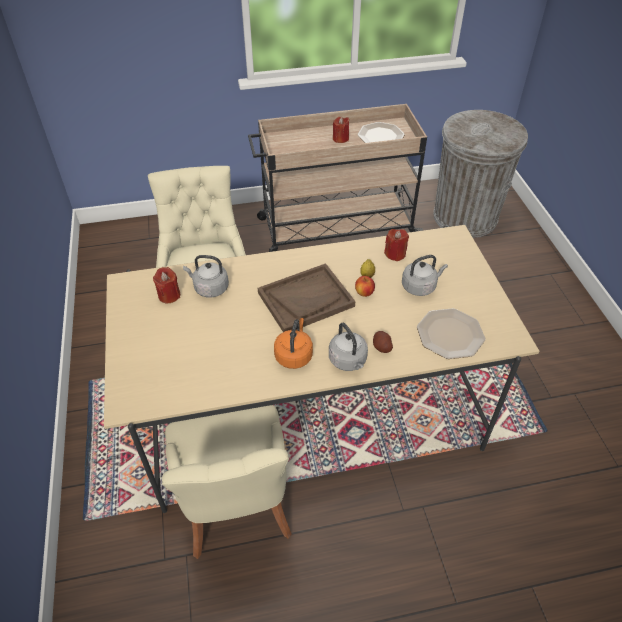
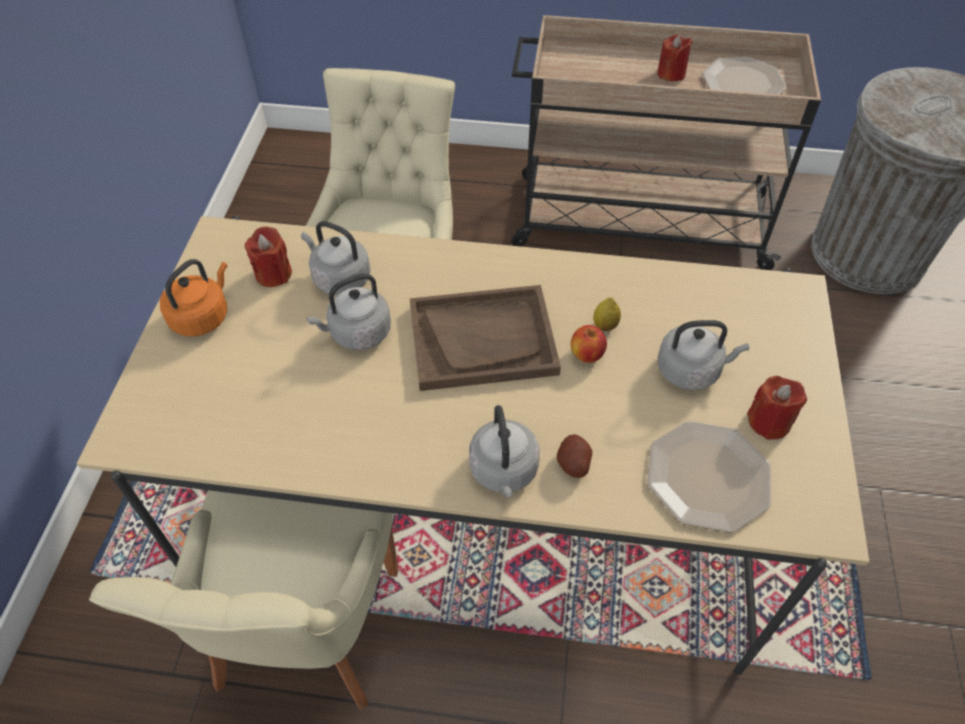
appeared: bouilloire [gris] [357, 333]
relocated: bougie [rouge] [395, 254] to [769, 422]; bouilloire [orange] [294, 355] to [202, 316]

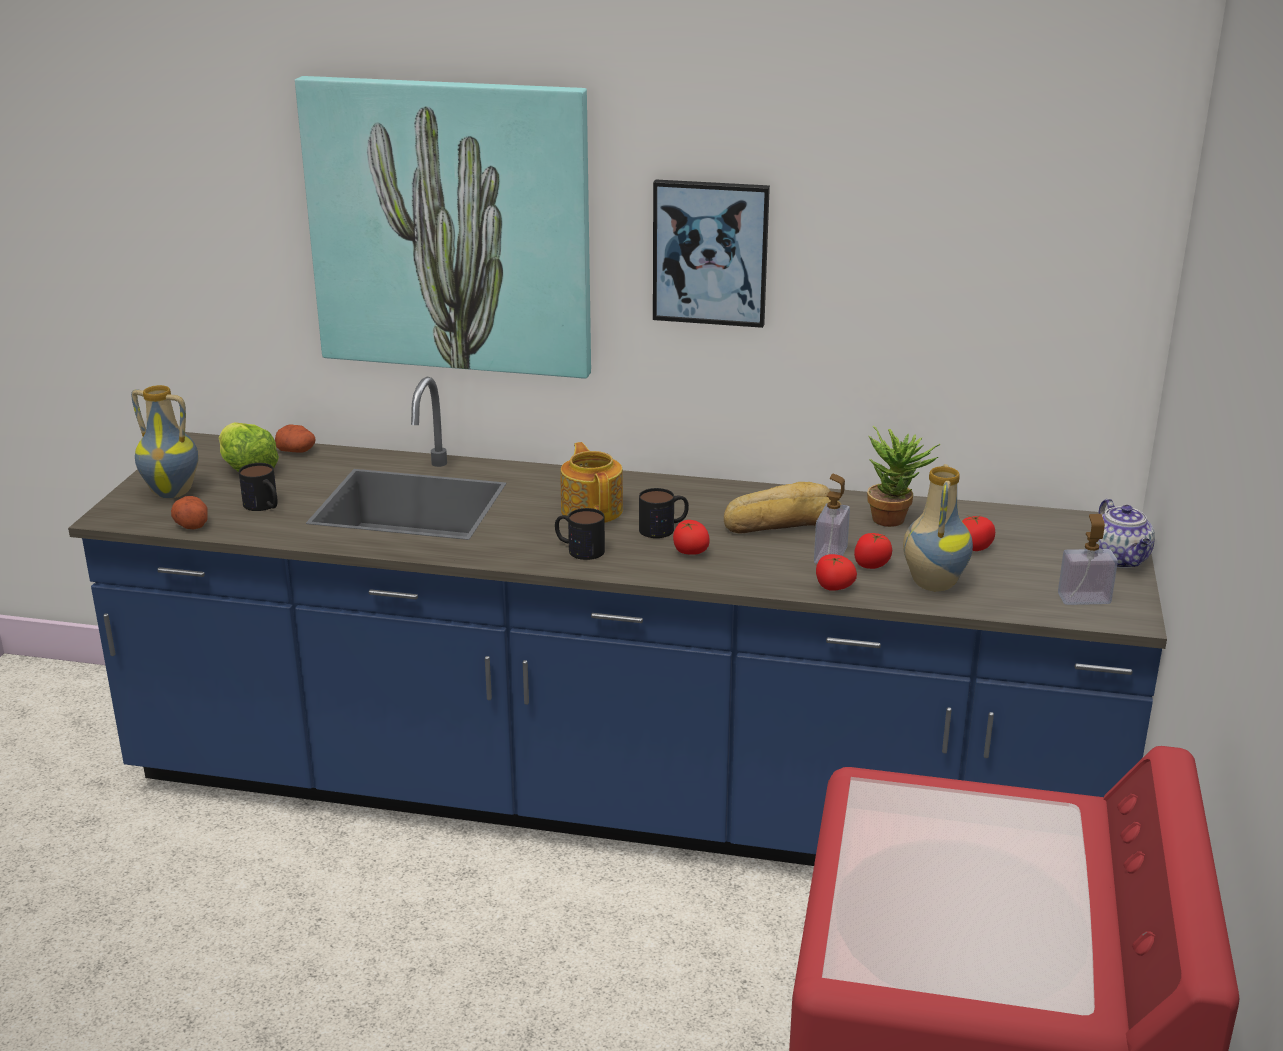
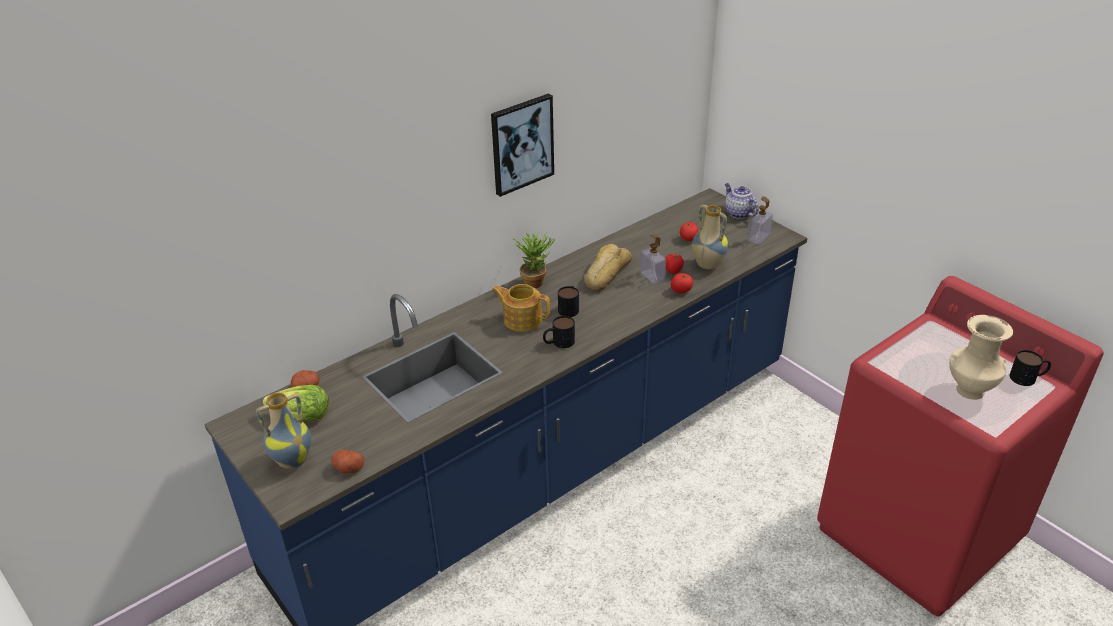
missing: tableau [450, 227]; tomate [690, 552]
appeared: vase [beige] [968, 391]
relocated: plante en pot [895, 519] to [535, 281]; mug [264, 506] to [1028, 377]
spun: théière [1120, 560] = [738, 213] 150 degrees counterclockwise

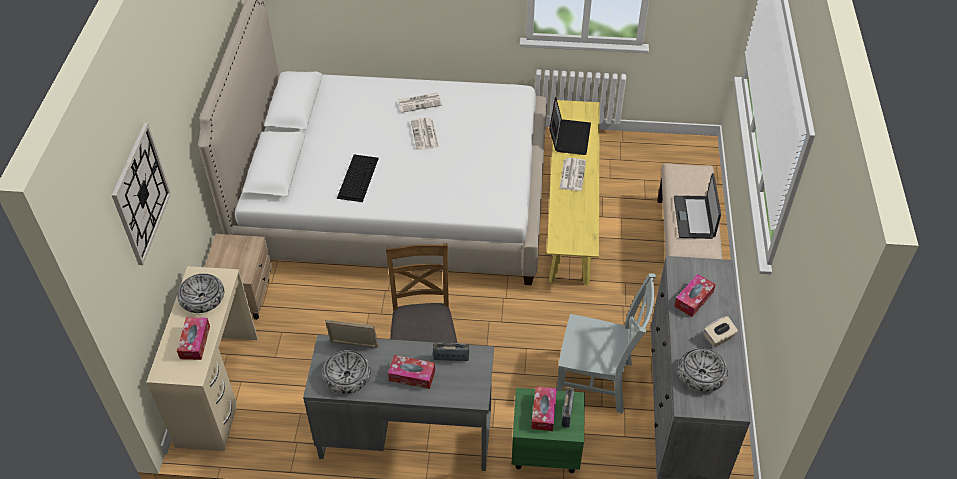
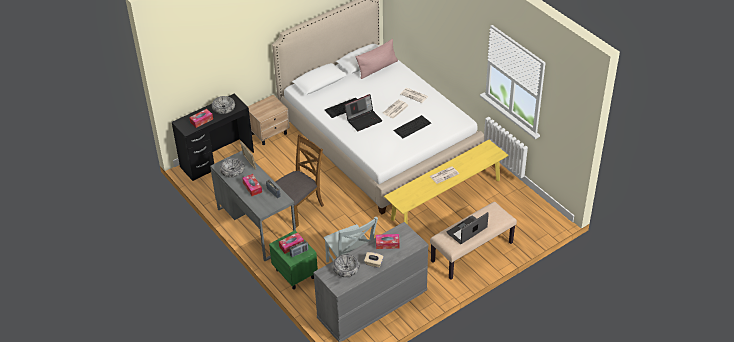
missing: horloge murale [141, 194]
appeared: coussin [rose] [377, 68]; clavier [412, 126]
relocated: ordinateur portable [568, 137] to [364, 119]
colour: bureau [beige] [217, 390] to bureau [noir] [217, 159]

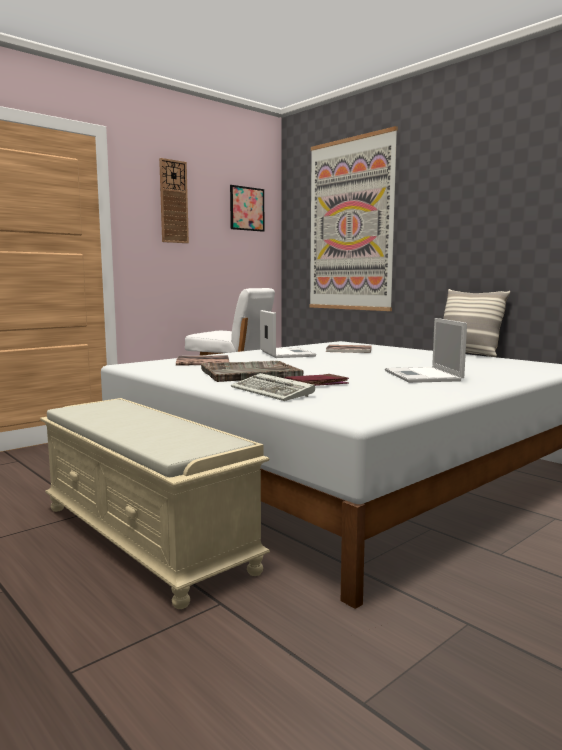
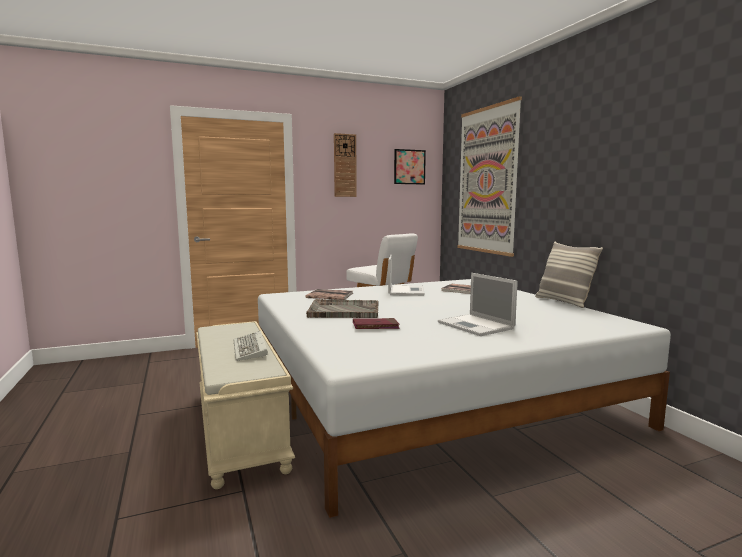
relocated: clavier [273, 392] to [251, 349]
spun: ordinateur portable [423, 376] = [476, 326] 45 degrees counterclockwise

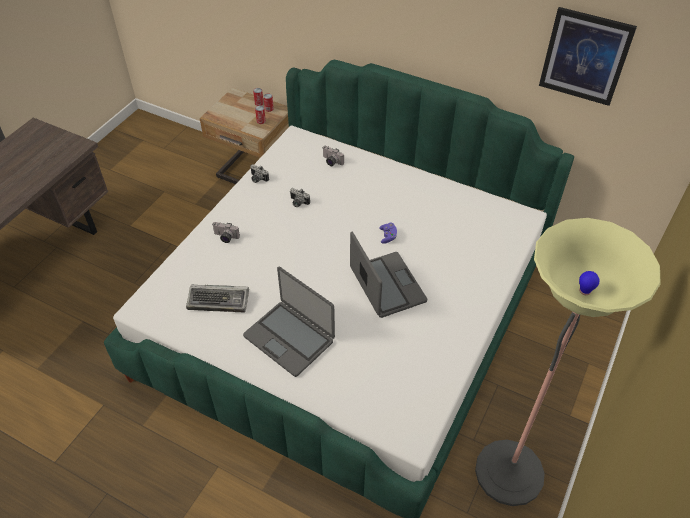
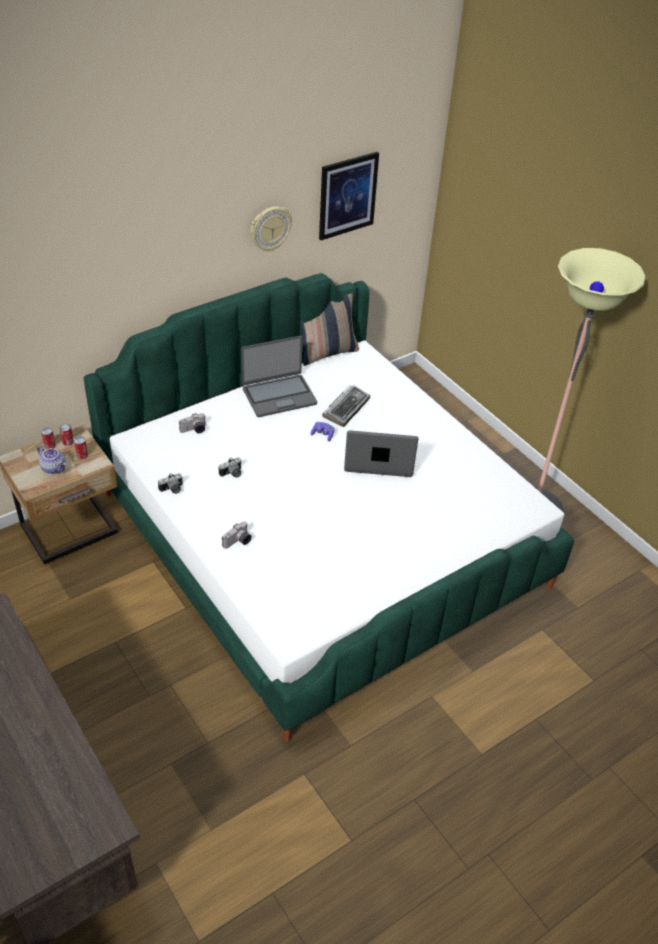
appeared: horloge murale [270, 228]; coussin [327, 353]; théière [54, 468]
relocated: ordinateur portable [289, 338] to [279, 396]; clavier [219, 301] to [346, 408]

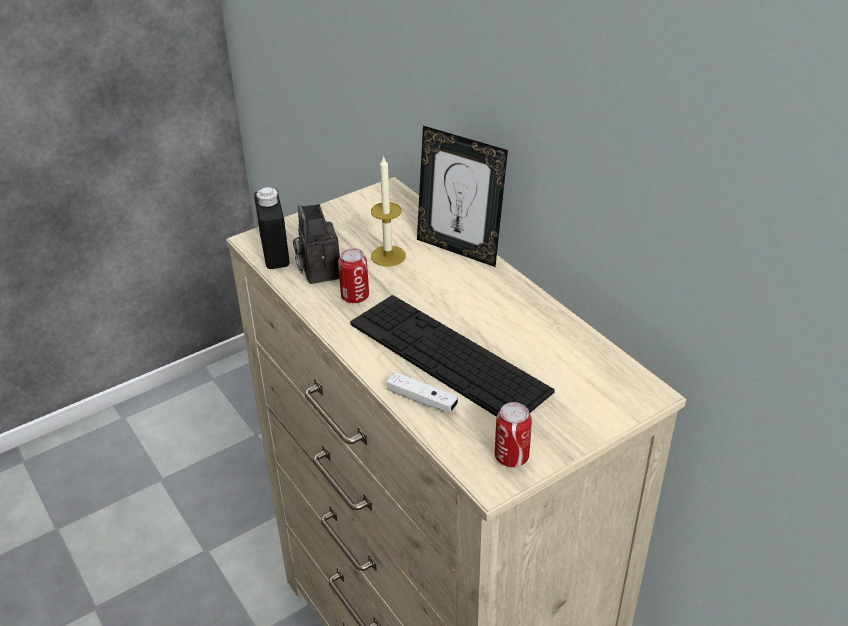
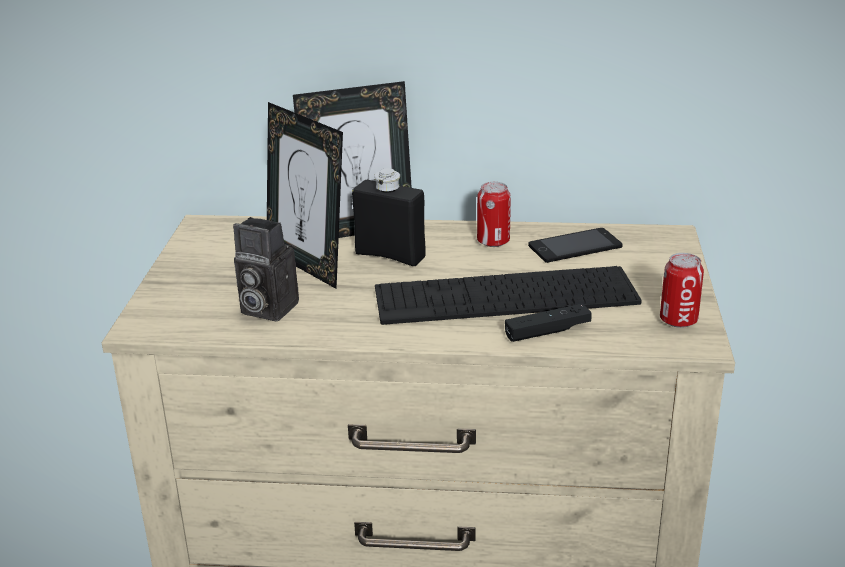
appeared: téléphone [575, 246]
relocated: bouteille [noir] [275, 252] to [390, 255]; boîte métallique [355, 296] to [493, 241]
exchanged: bougie [388, 256] to cadre photo [307, 265]
colour: manette [blanc] [422, 399] to manette [noir] [547, 331]

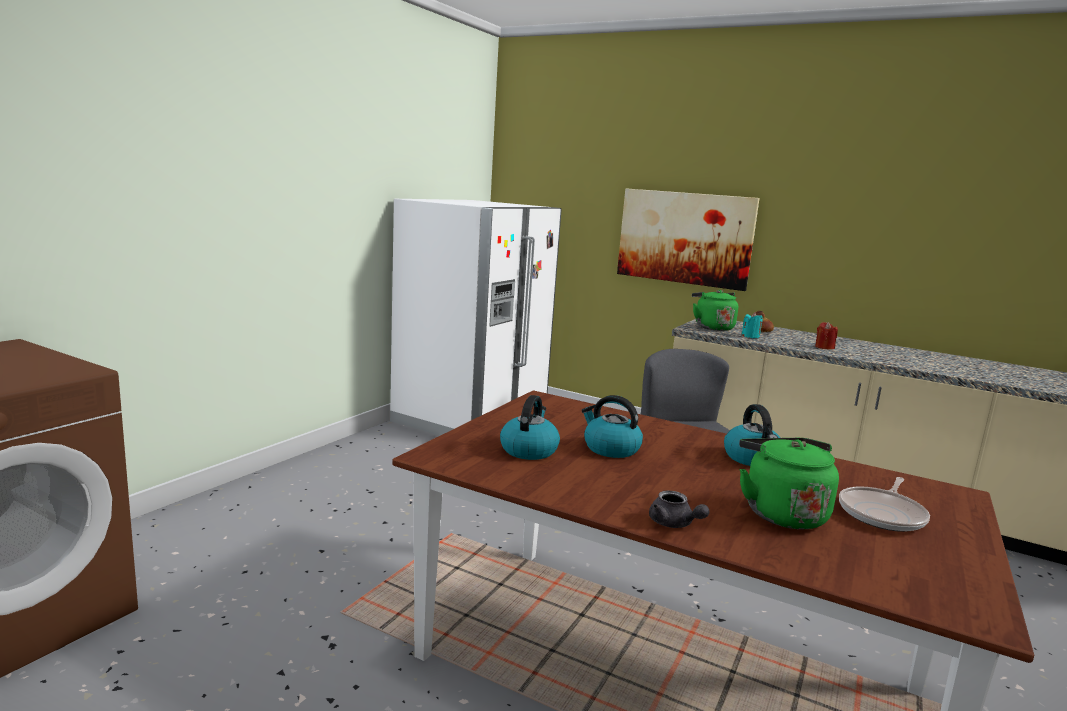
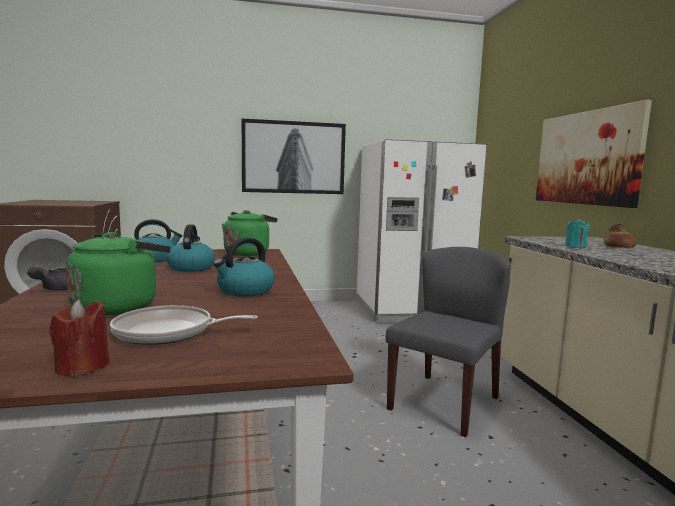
appeared: tableau [294, 157]
relocated: bouilloire [vert] [712, 327] to [248, 253]; bougie [rouge] [824, 347] to [82, 367]

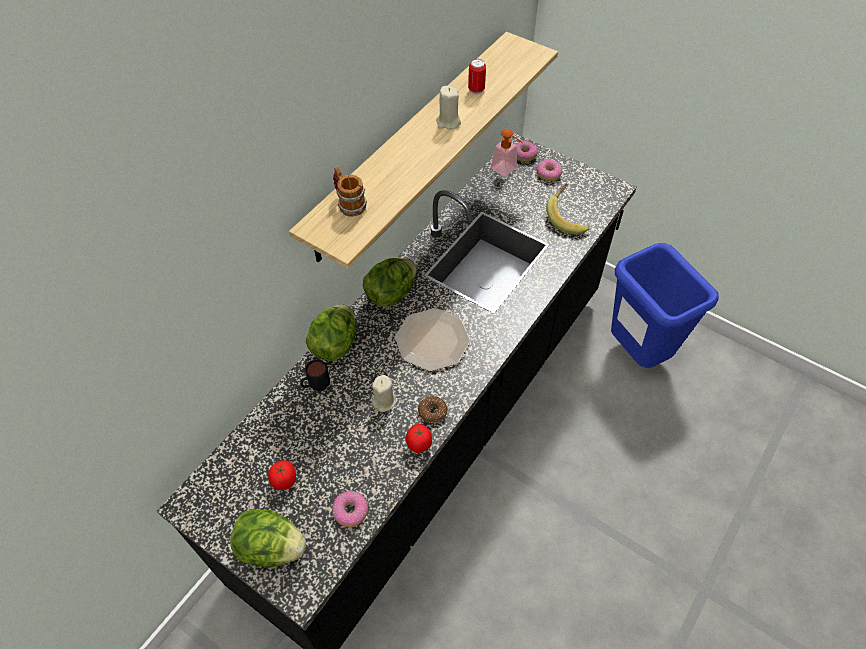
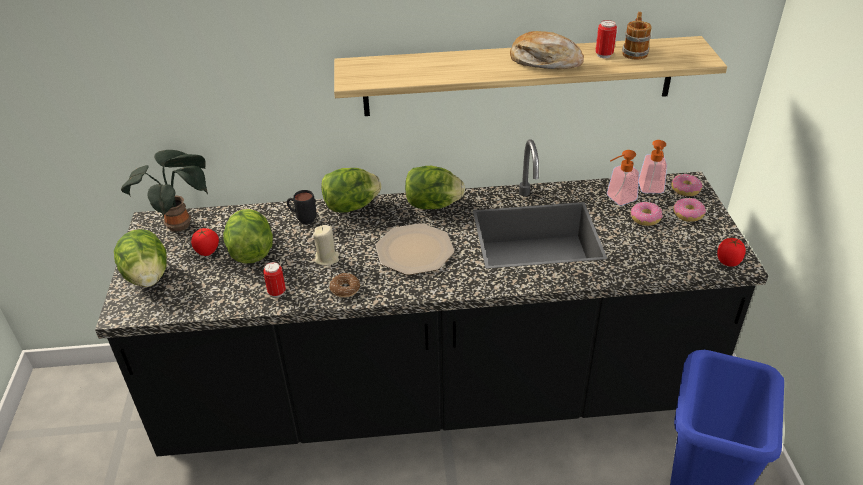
missing: banane [567, 218]
appeared: plante en pot [181, 224]; distributeur de savon [617, 199]; laitue [251, 252]; boîte métallique [277, 292]
relocated: mug [349, 203] to [634, 51]; tomate [419, 444] to [728, 262]; beignet [350, 511] to [645, 218]
exchanged: bougie [beige] [448, 122] to pain [544, 61]

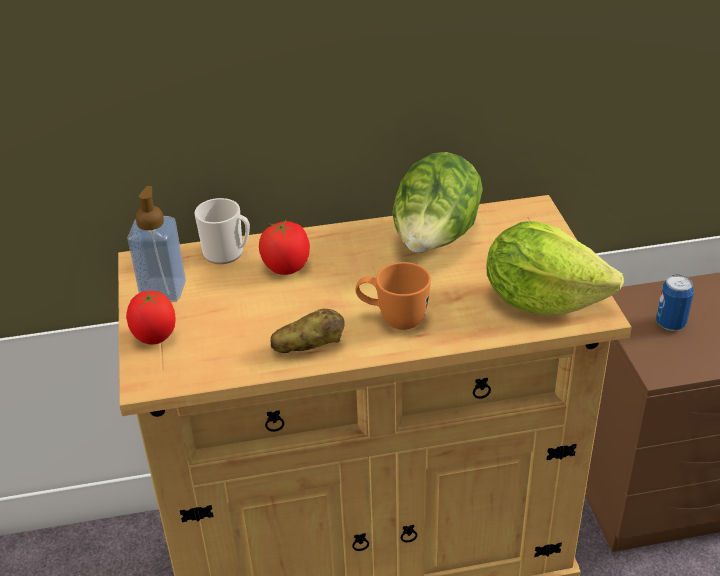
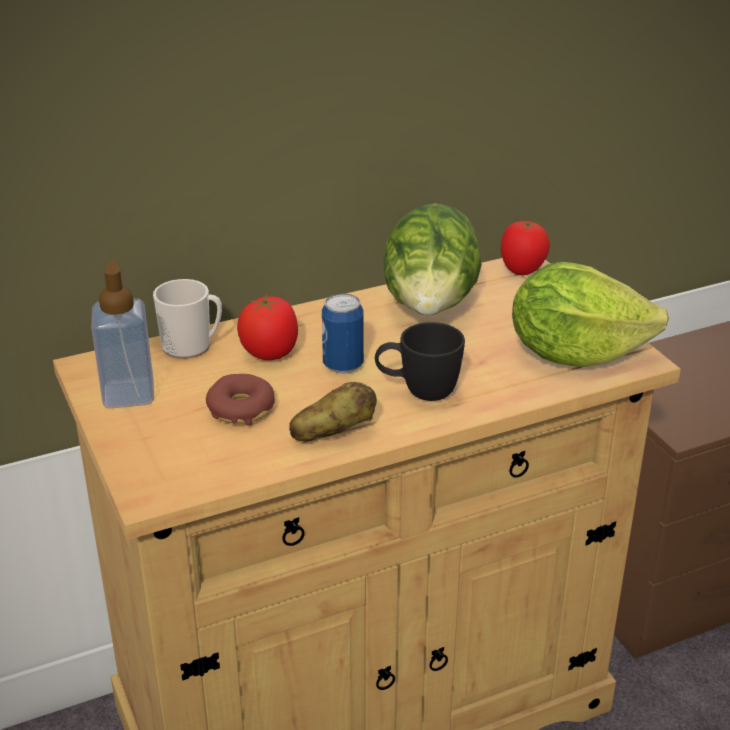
appeared: beignet [241, 409]
relocated: boîte métallique [670, 324] to [343, 365]; tomate [155, 338] to [522, 271]
colour: mug [orange] [392, 319] to mug [noir] [418, 392]

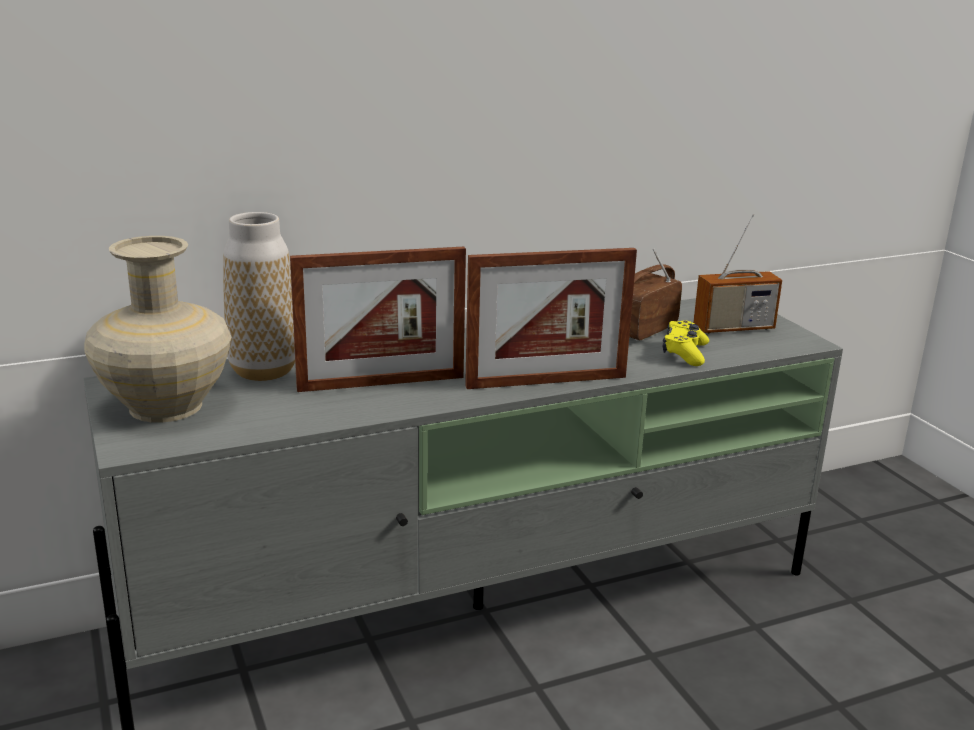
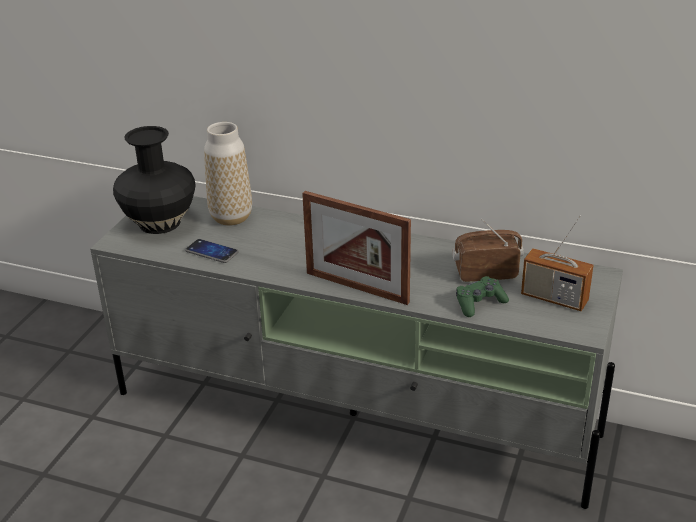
missing: cadre photo [381, 383]
appeared: téléphone [211, 252]
colour: vase [beige] [165, 407] to vase [noir] [159, 223]; manette [jaune] [684, 353] to manette [vert] [479, 303]

